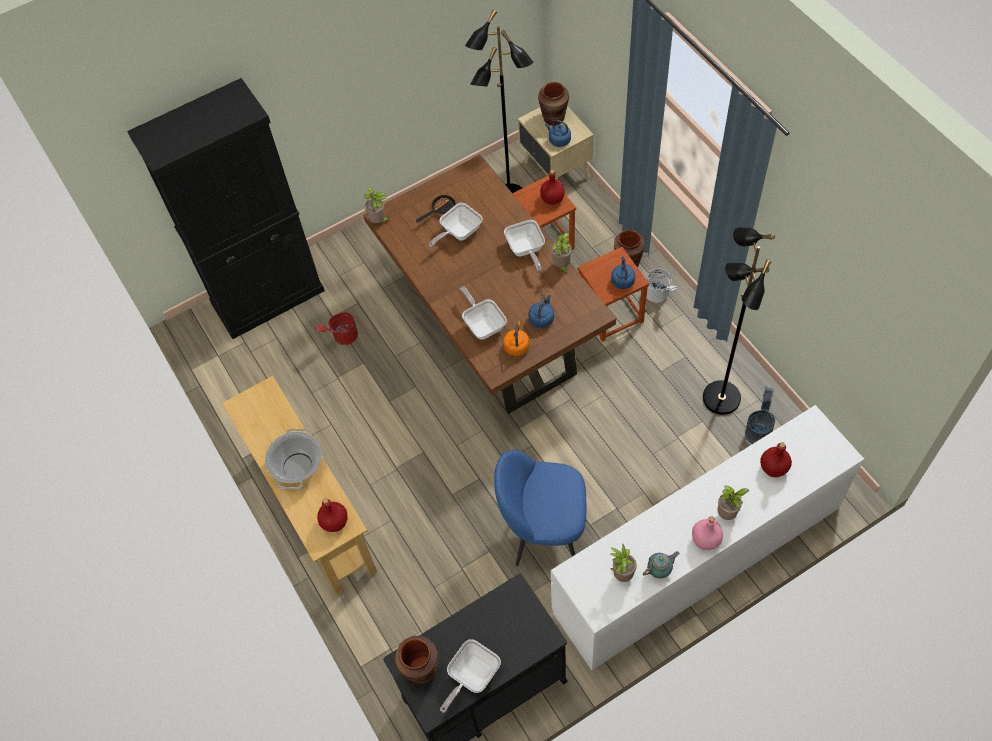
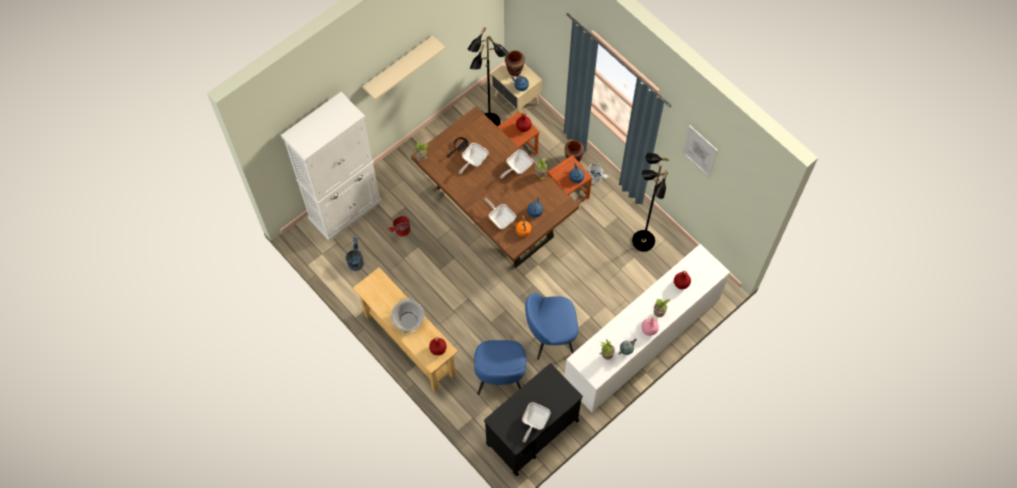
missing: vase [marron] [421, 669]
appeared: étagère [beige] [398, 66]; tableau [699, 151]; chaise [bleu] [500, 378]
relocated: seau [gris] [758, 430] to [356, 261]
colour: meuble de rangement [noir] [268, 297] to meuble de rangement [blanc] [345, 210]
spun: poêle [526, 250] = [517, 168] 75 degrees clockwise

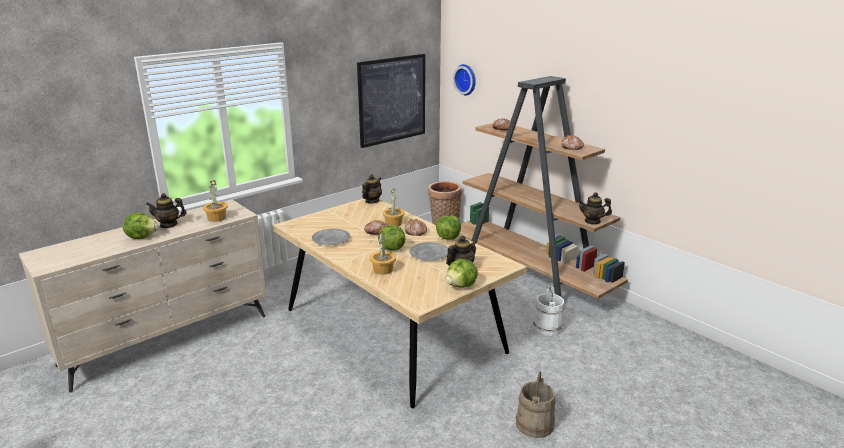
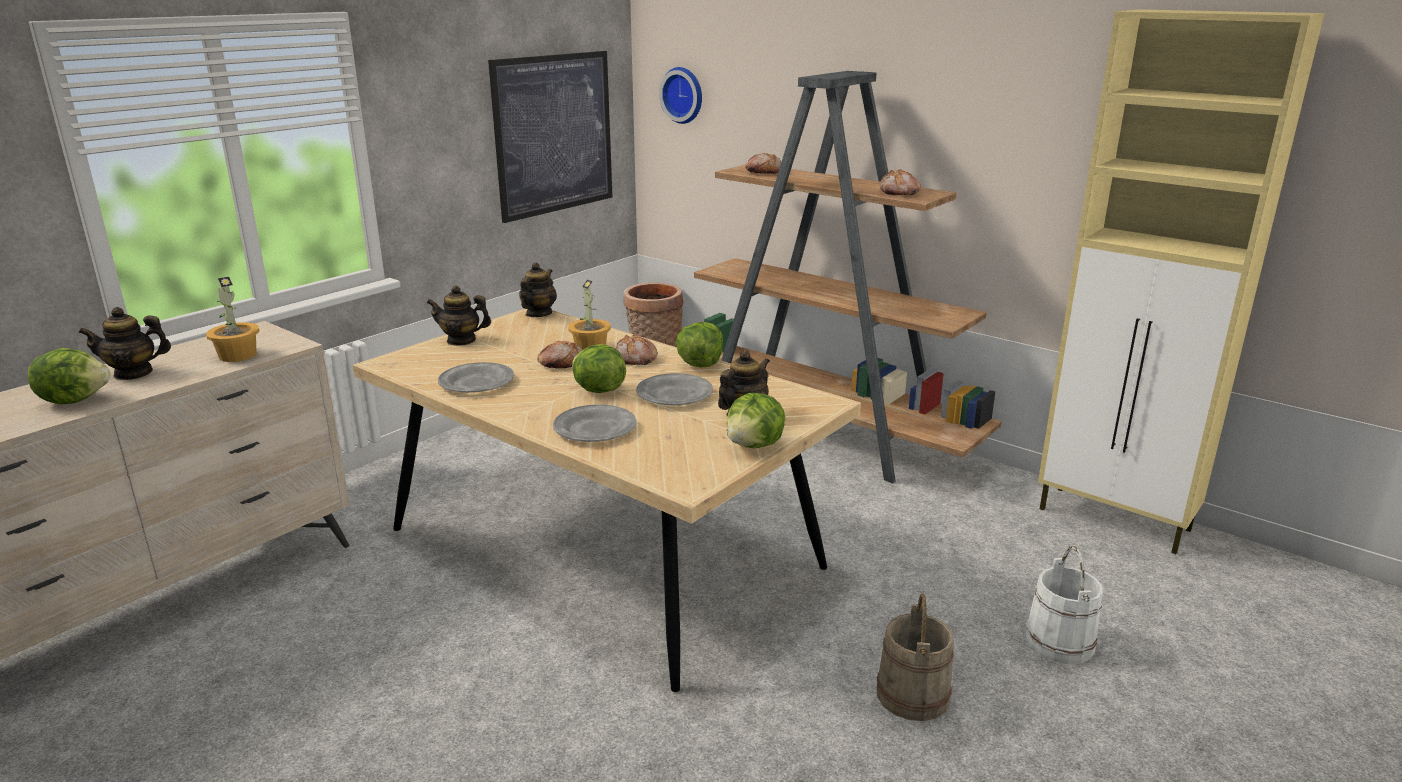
appeared: meuble de rangement [beige] [1116, 520]
relocated: théière [592, 221] to [461, 340]; seau [blanc] [548, 327] to [1060, 642]
exchanged: plante en pot [383, 270] to assiette [gris] [595, 429]

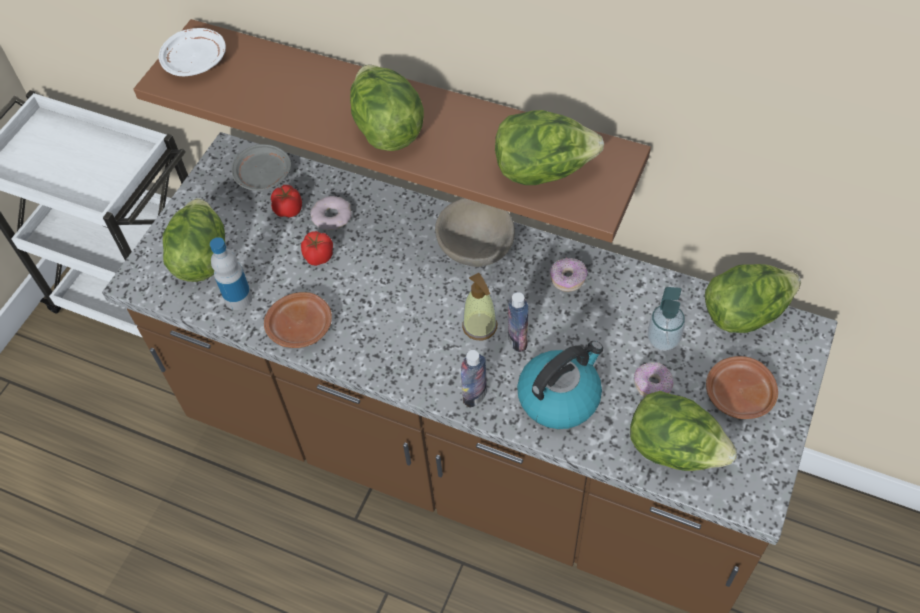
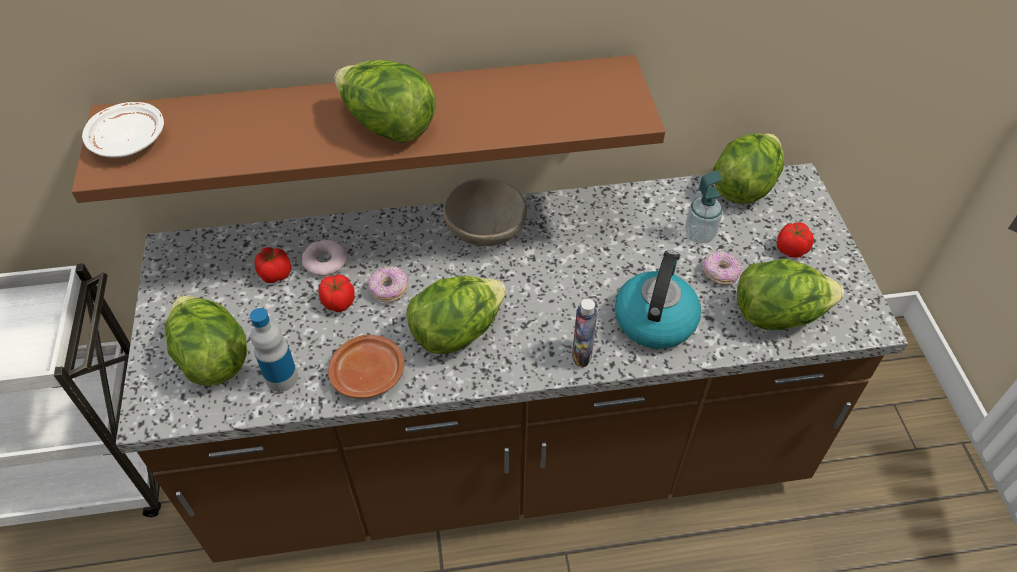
missing: assiette [gris] [263, 175]; distributeur de savon [480, 326]; bouteille [517, 340]
relocated: laitue [543, 171] to [457, 331]; beignet [568, 279] to [389, 290]
exchanged: assiette [marron] [739, 395] to tomate [790, 249]

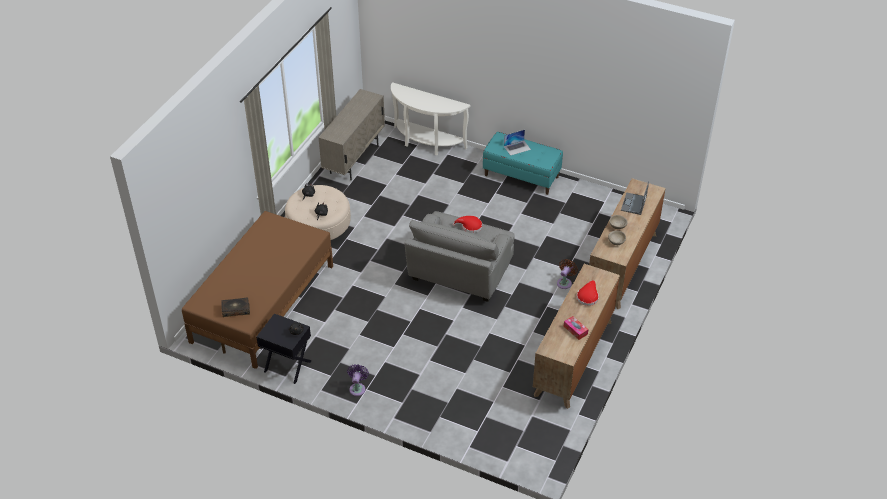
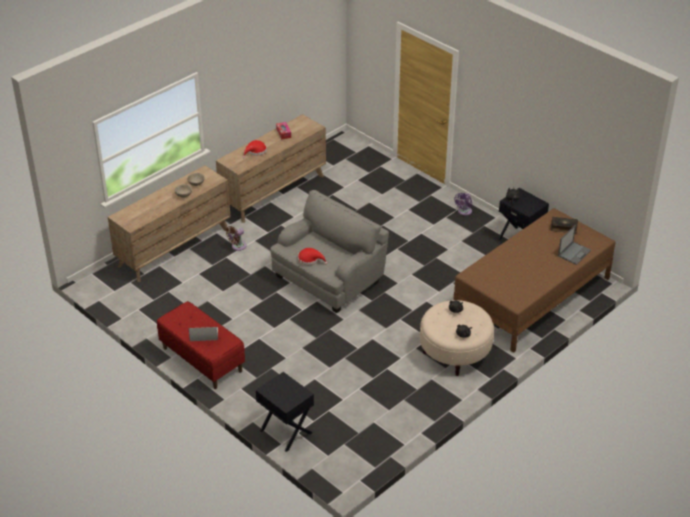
missing: meuble de rangement [beige] [354, 159]
relocated: ordinateur portable [633, 204] to [574, 253]
exchanged: table console [blanc] [426, 143] to table de chevet [noir] [285, 432]
colour: banc [turquoise] [521, 176] to banc [rouge] [202, 359]

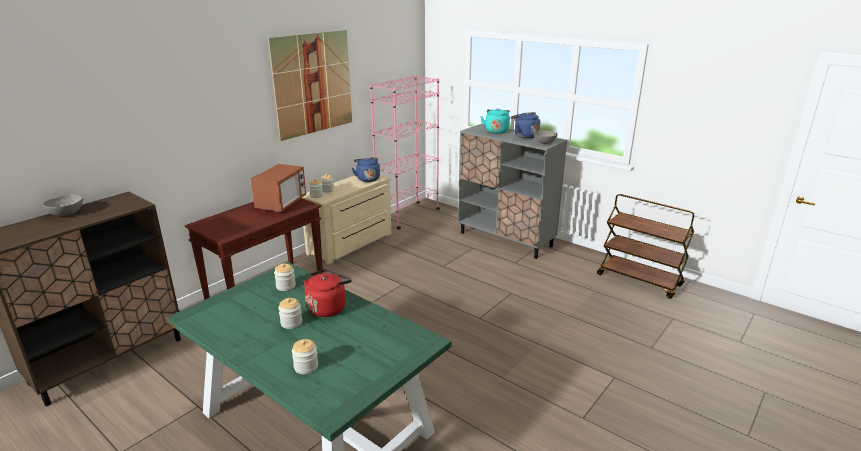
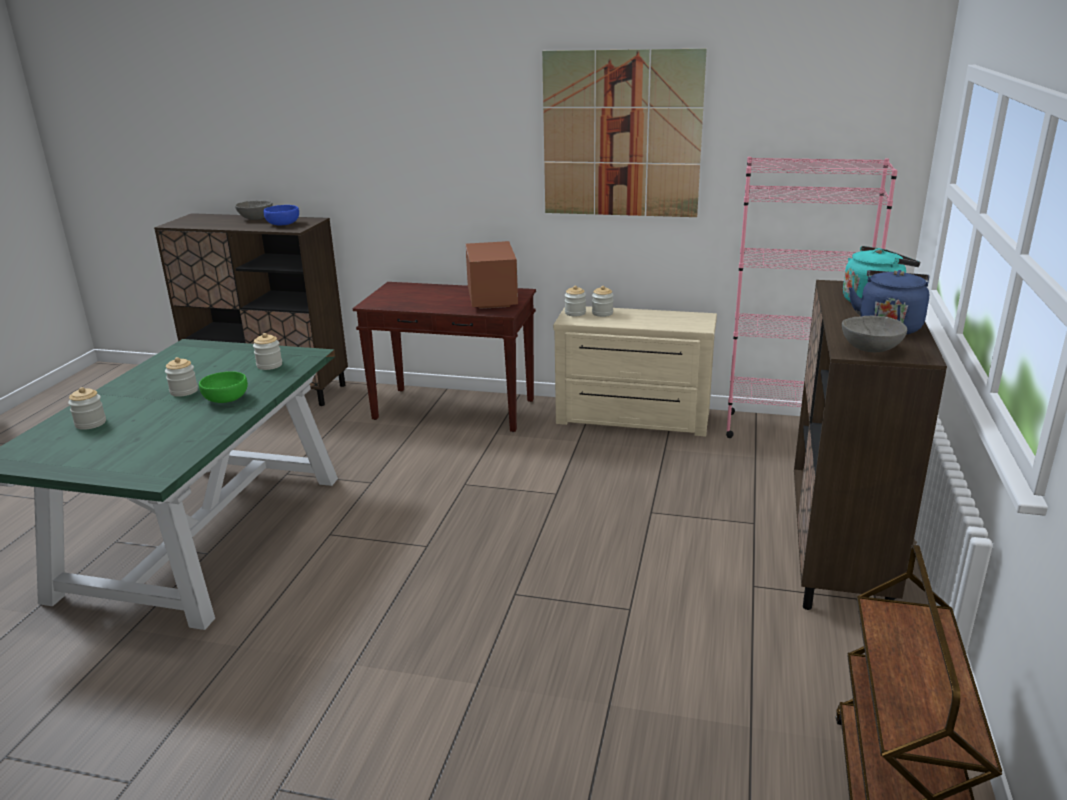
missing: bouilloire [bleu] [367, 179]
appeared: bol [bleu] [282, 224]
exchanged: bouilloire [rouge] [328, 307] to bol [vert] [226, 399]
colour: meuble de rangement [gris] [505, 239] to meuble de rangement [marron] [838, 550]
spun: micro-ondes [281, 204] = [492, 299] 90 degrees counterclockwise

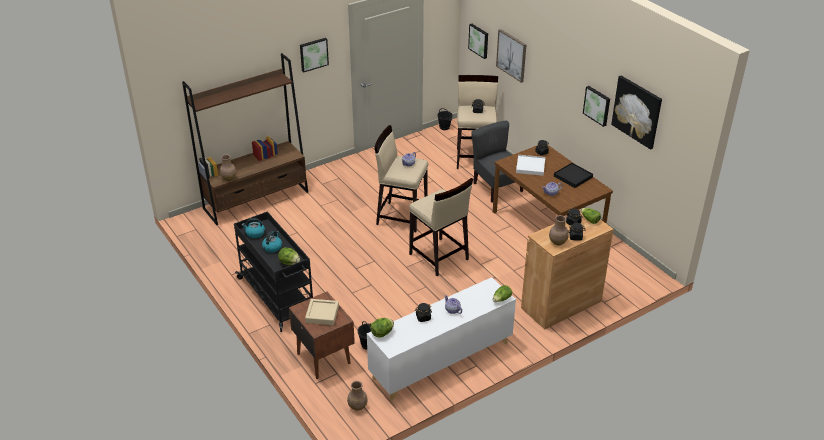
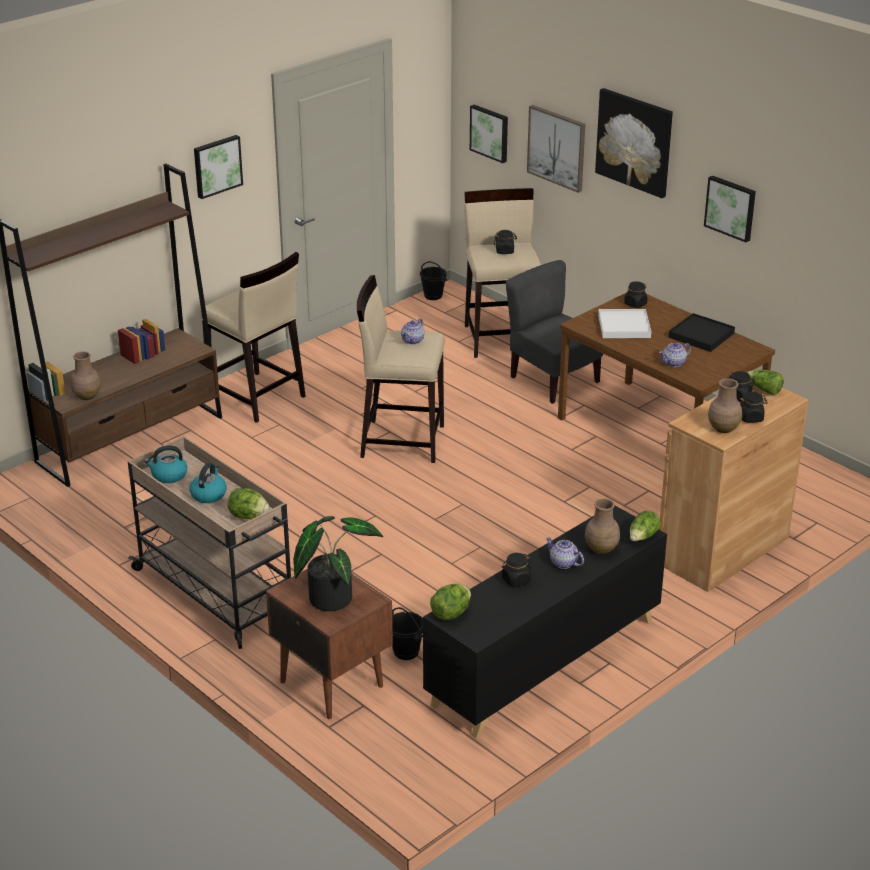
relocated: tableau [637, 111] to [635, 142]; tabouret [beige] [439, 257] to [257, 398]; vase [marron] [358, 406] to [602, 549]
exchanged: plateau [beige] [322, 314] to plante en pot [331, 595]
colour: chariot [noir] [278, 297] to chariot [beige] [217, 593]; meuble de rangement [blanc] [441, 361] to meuble de rangement [noir] [544, 663]

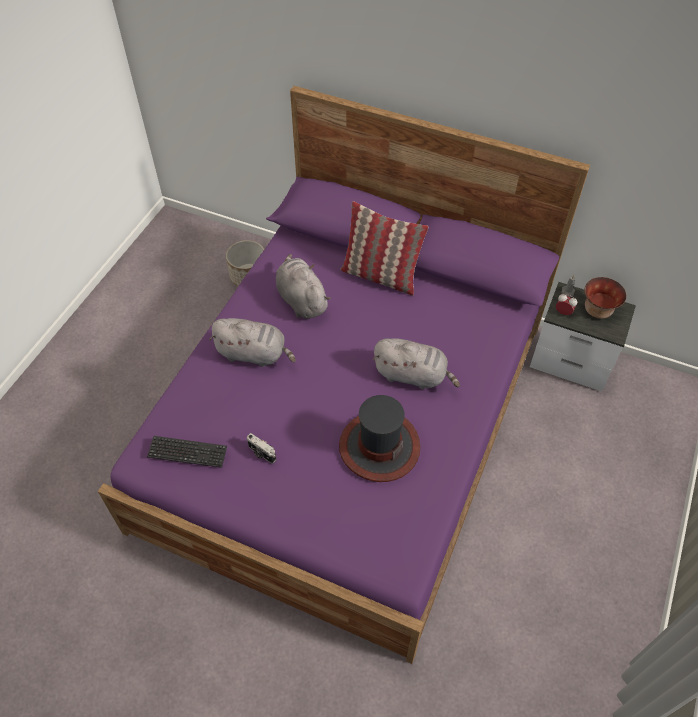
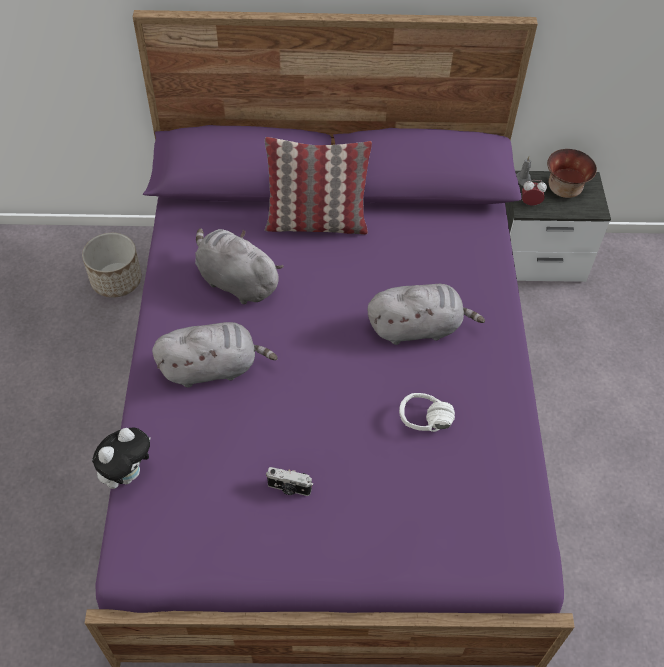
missing: clavier [187, 452]
appeared: peluche [128, 473]
exchanged: chapeau [379, 446] to casque audio [blanc] [424, 426]

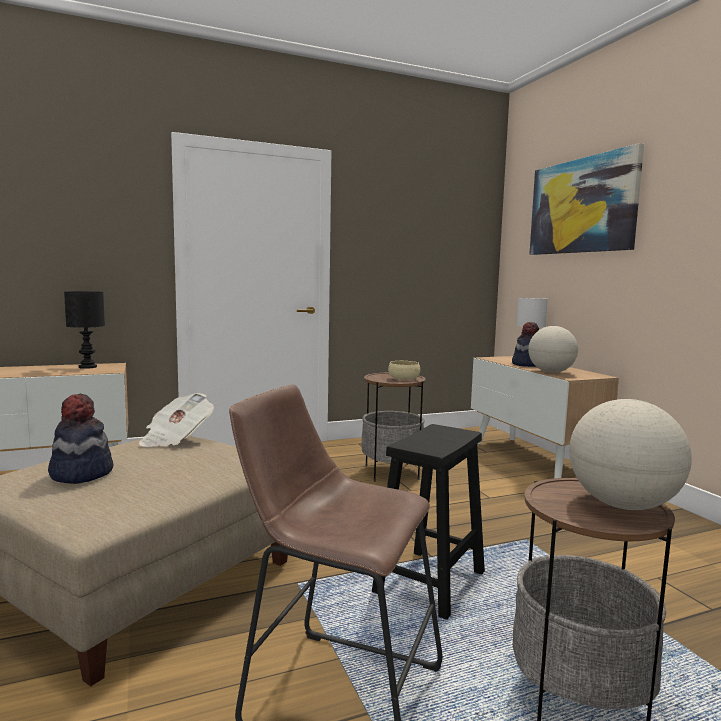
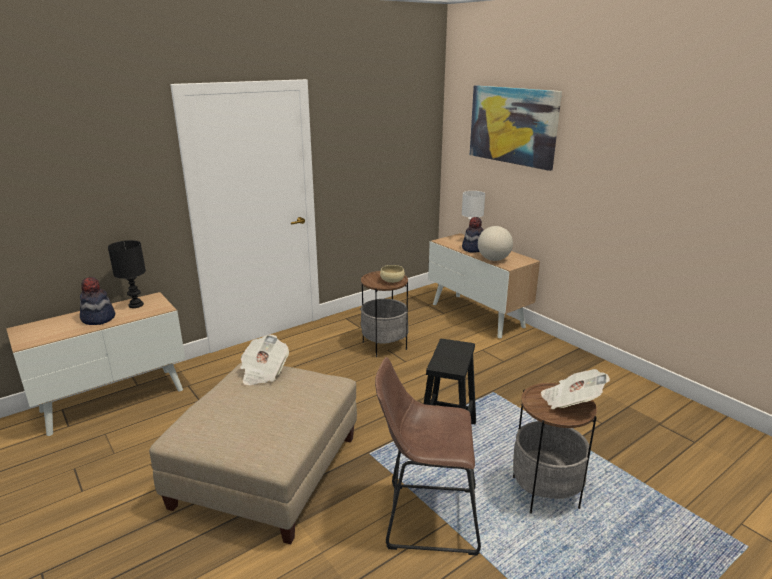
relocated: chapeau [81, 473] to [98, 318]
exchanged: globe [622, 505] to journal [571, 402]

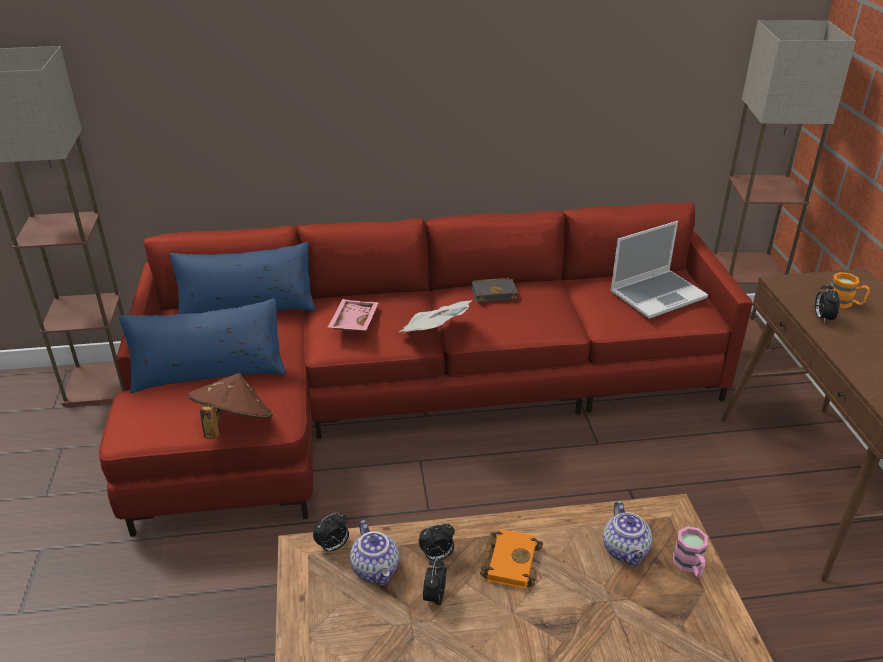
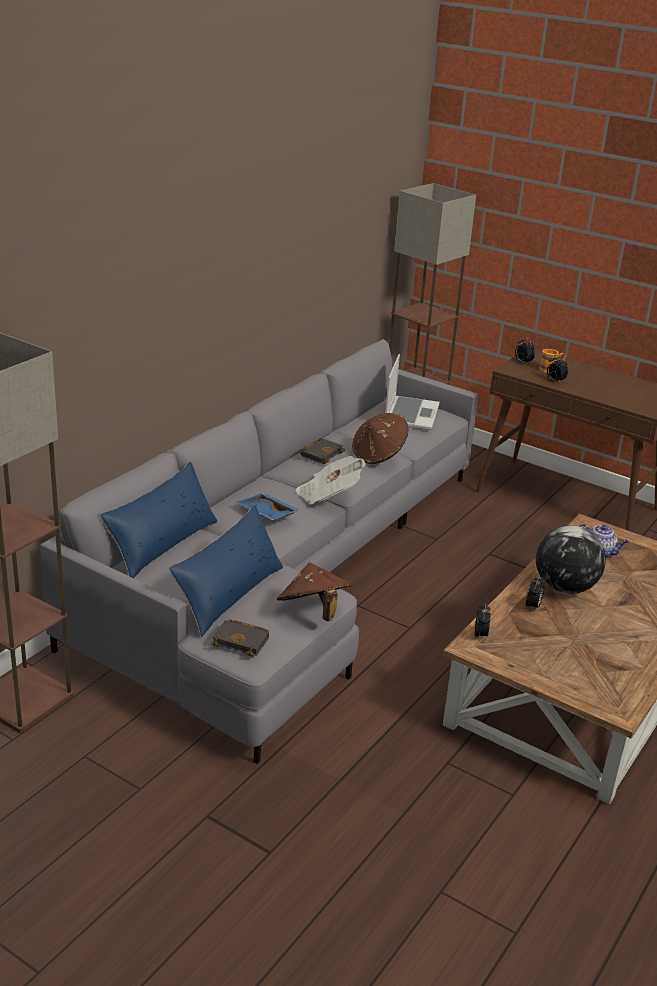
missing: théière [376, 569]; mug [rose] [690, 566]
appeared: chapeau [marron] [379, 455]; livre [noir] [242, 641]
relocated: réveil [434, 597] to [522, 362]
exchanged: livre [orange] [509, 560] to globe [564, 587]
colour: canapé [rouge] [409, 397] to canapé [gris] [285, 574]; plateau [rose] [352, 322] to plateau [bleu] [266, 514]

